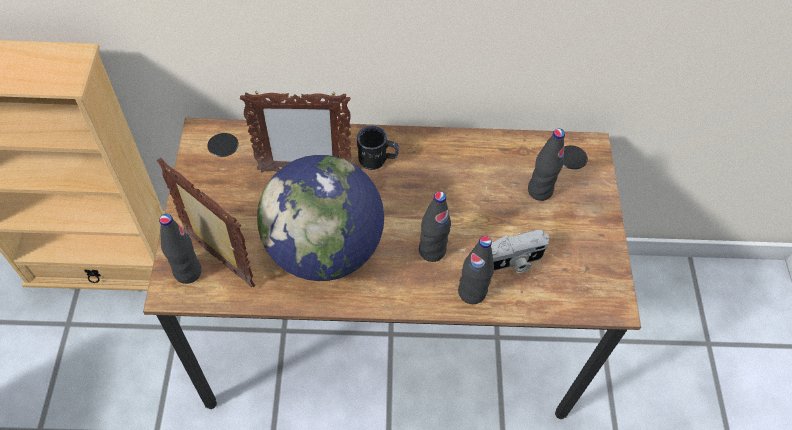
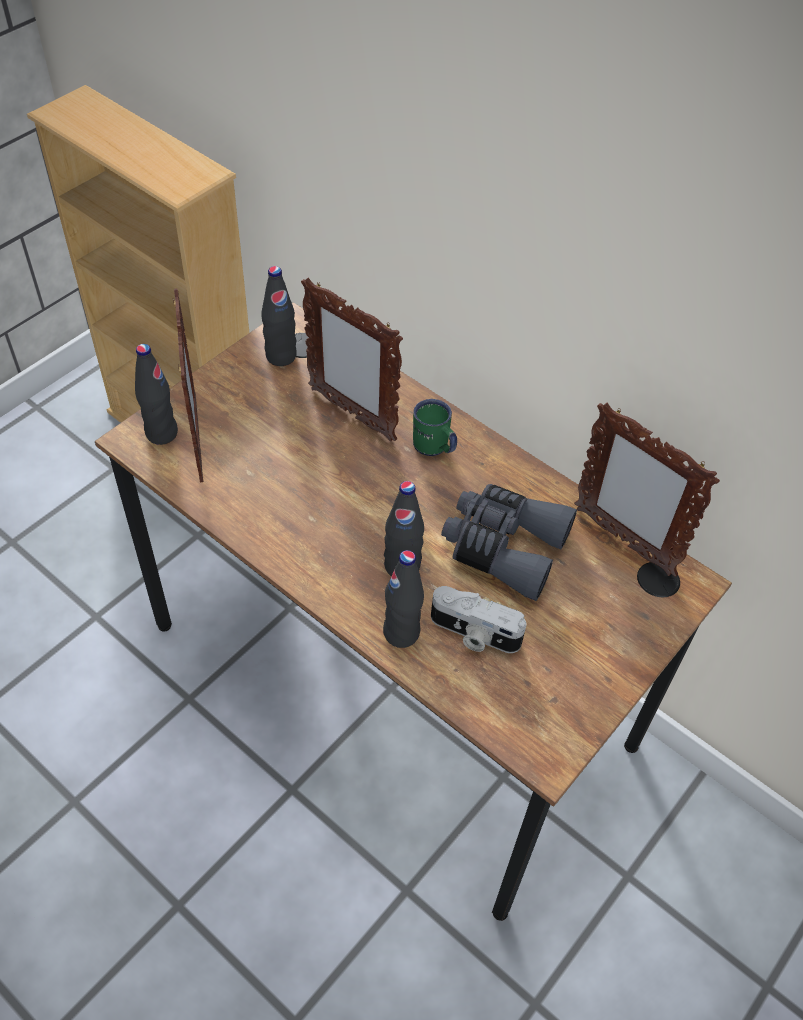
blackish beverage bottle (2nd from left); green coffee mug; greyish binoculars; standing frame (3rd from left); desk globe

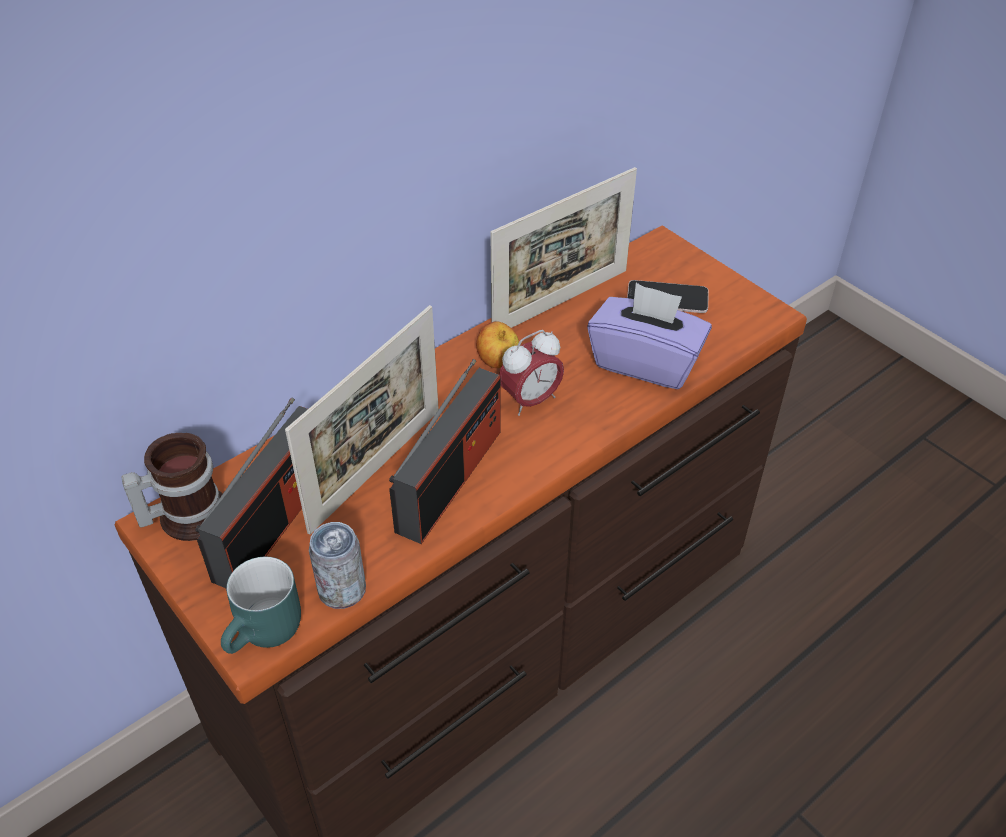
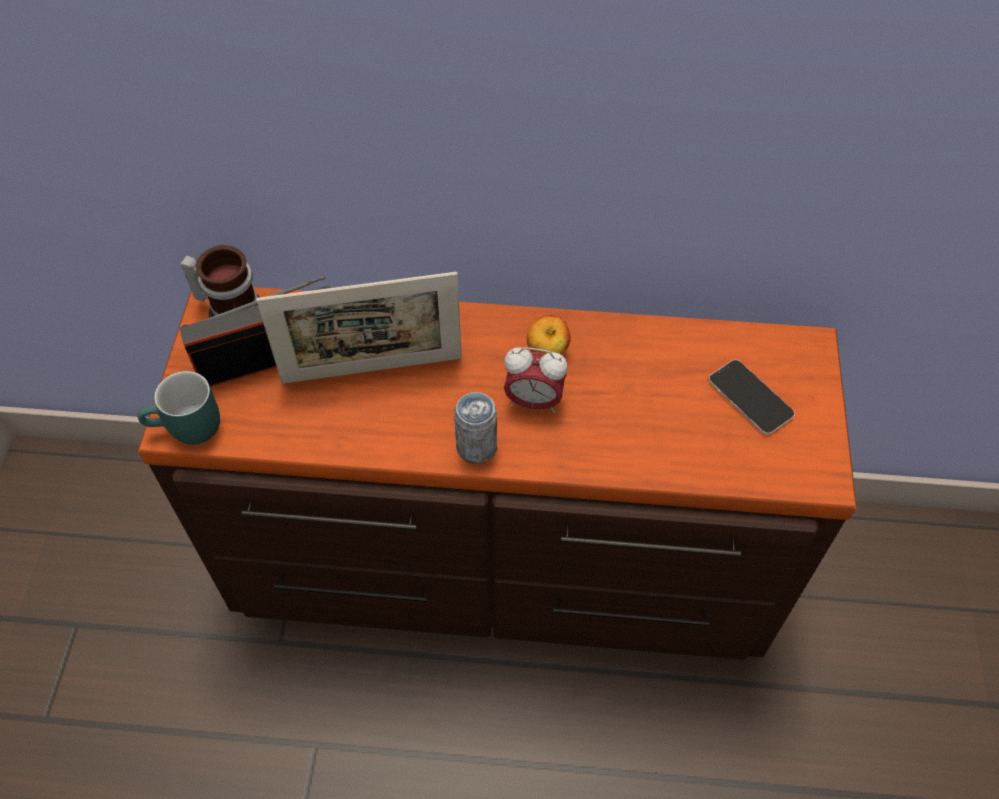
sealed can; radio receiver (2nd from left in the first image); standing frame (2nd from left in the first image); purple-coloured box of tissues

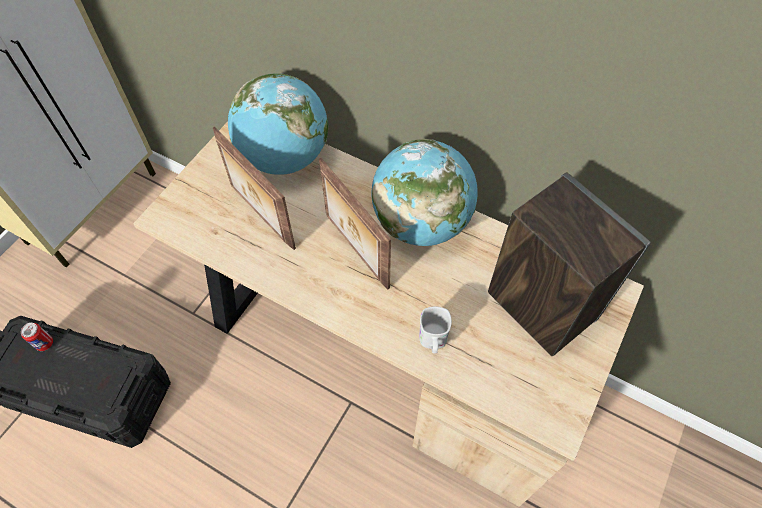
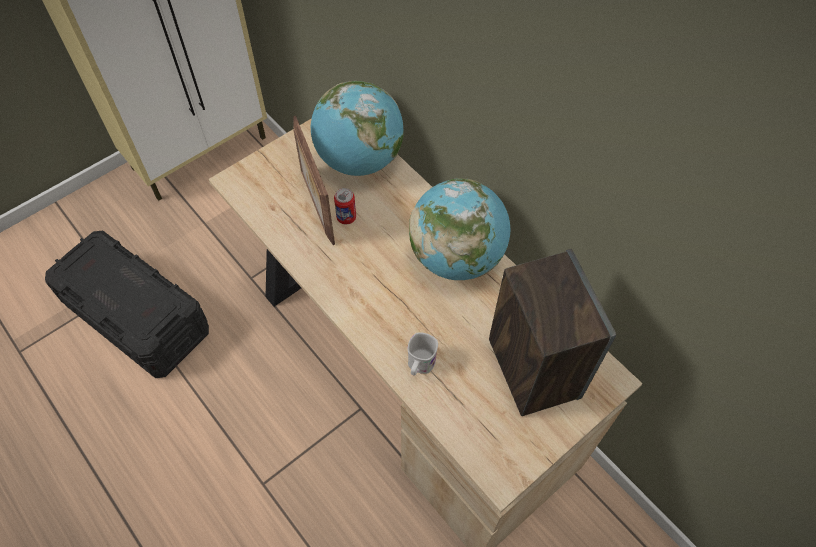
sealed can; standing frame (2nd from left in the first image)

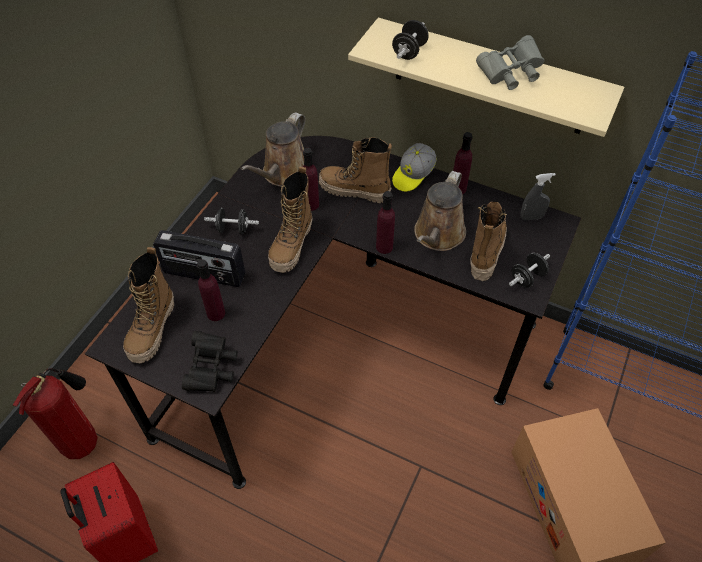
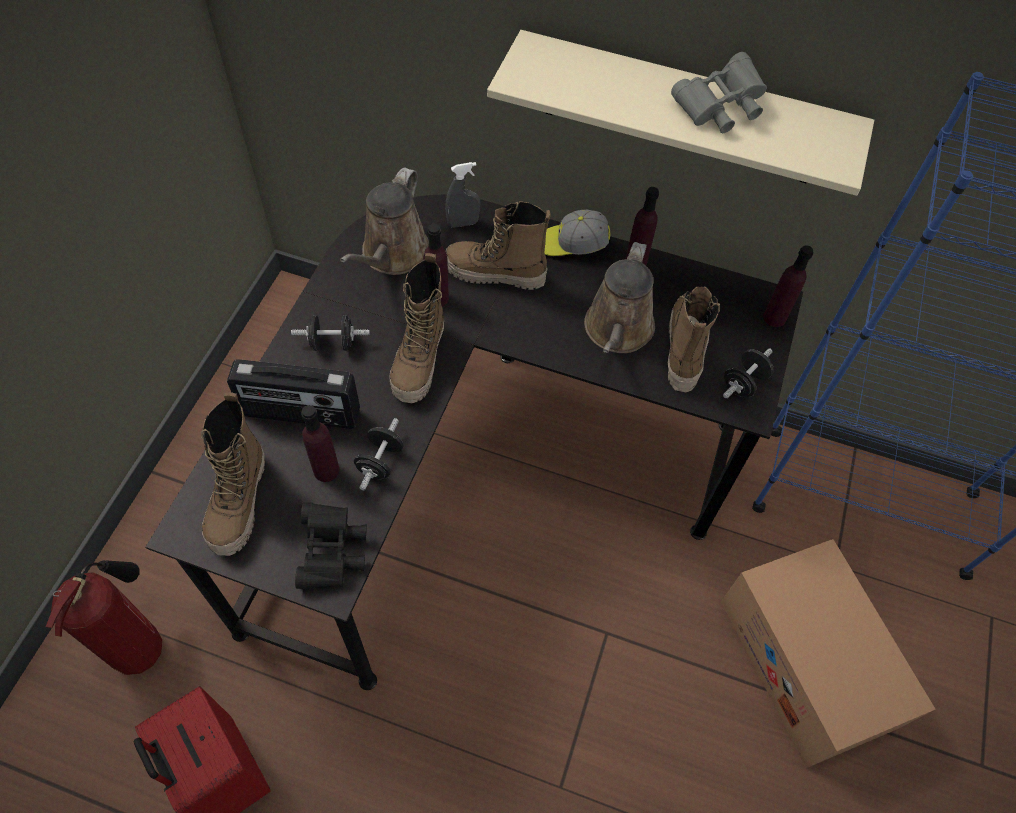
blackish hand weight (2nd from left); greyish spray bottle; baseball cap; purple-coloured beverage bottle (4th from left)

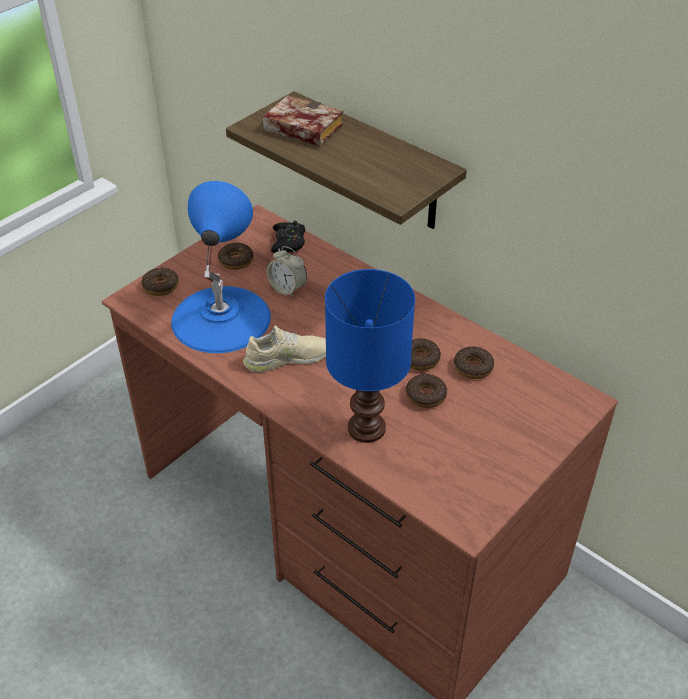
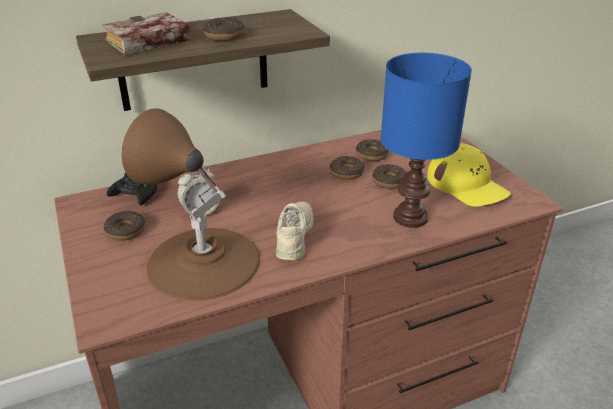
brownish lamp for a table; ring doughnut (2nd from left); yellowish baseball cap

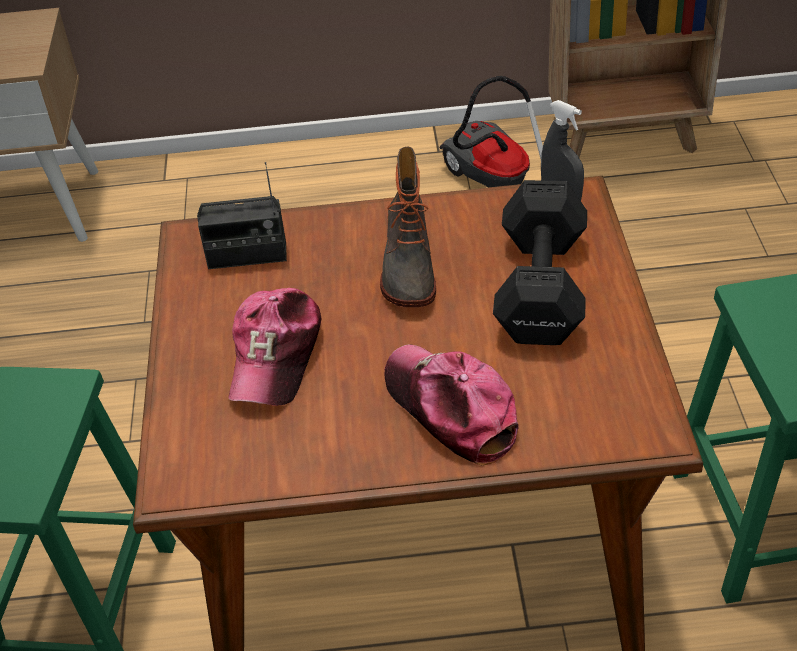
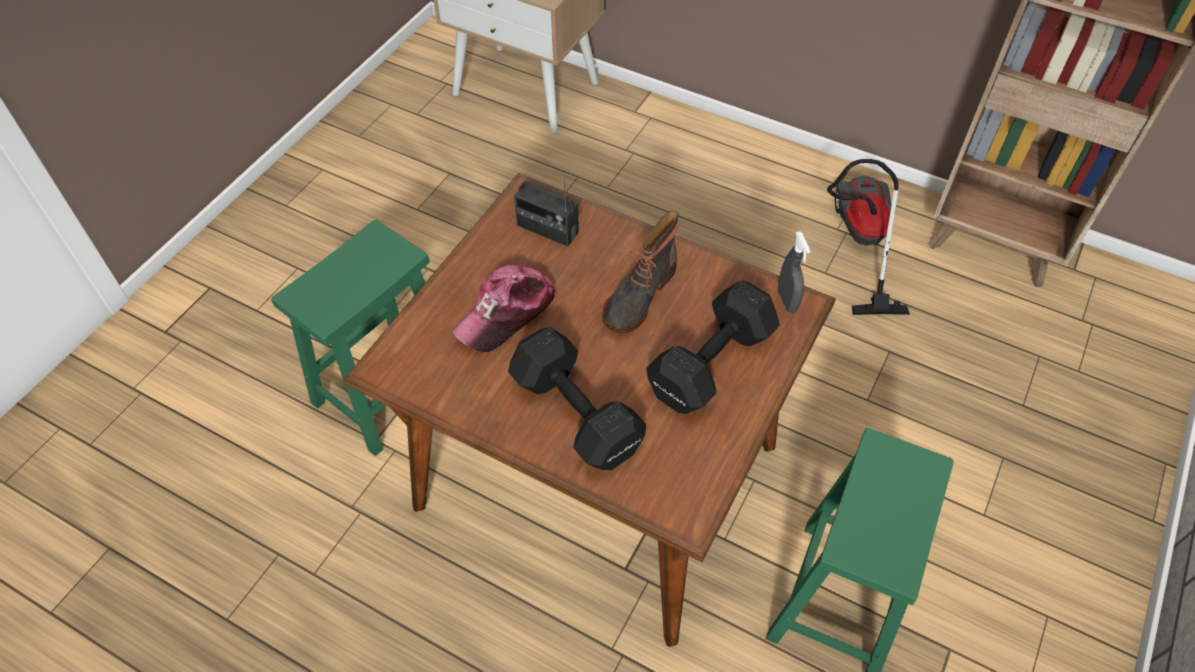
blackish hand weight (1st from left)

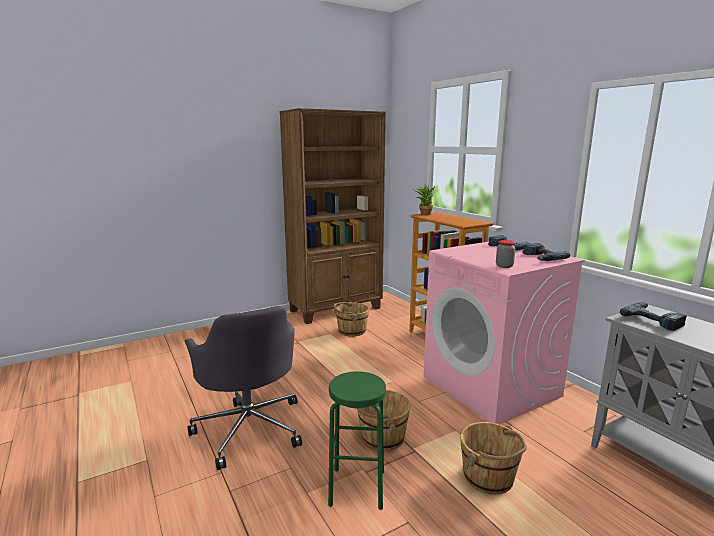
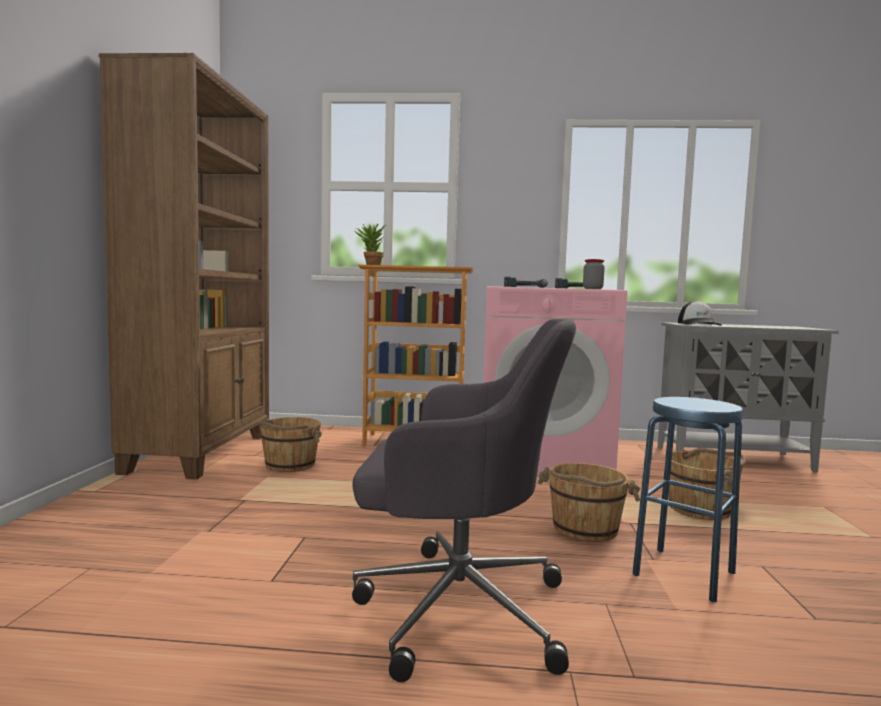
blue-coloured stool; baseball cap

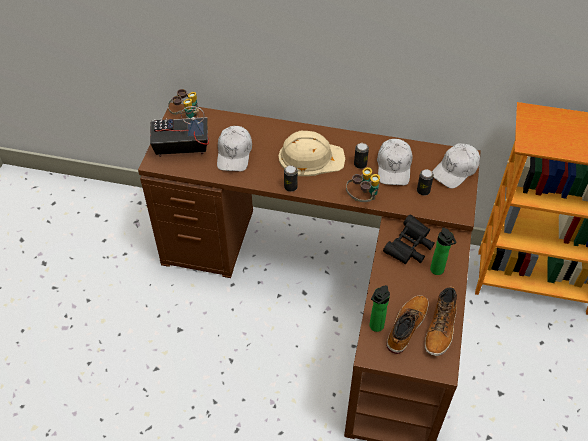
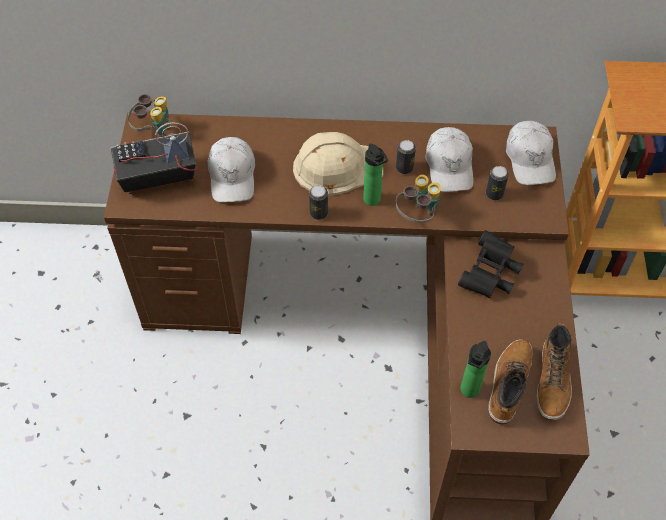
beverage bottle (1st from left); white baseball cap (3rd from left)

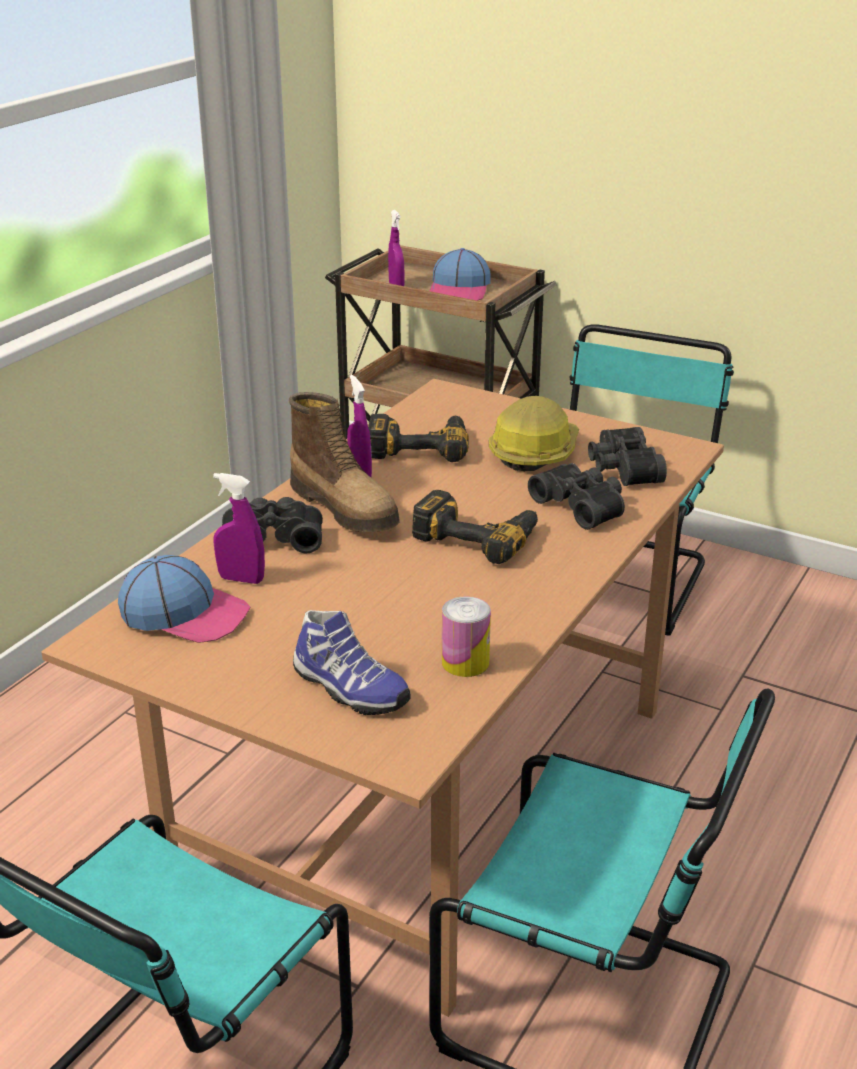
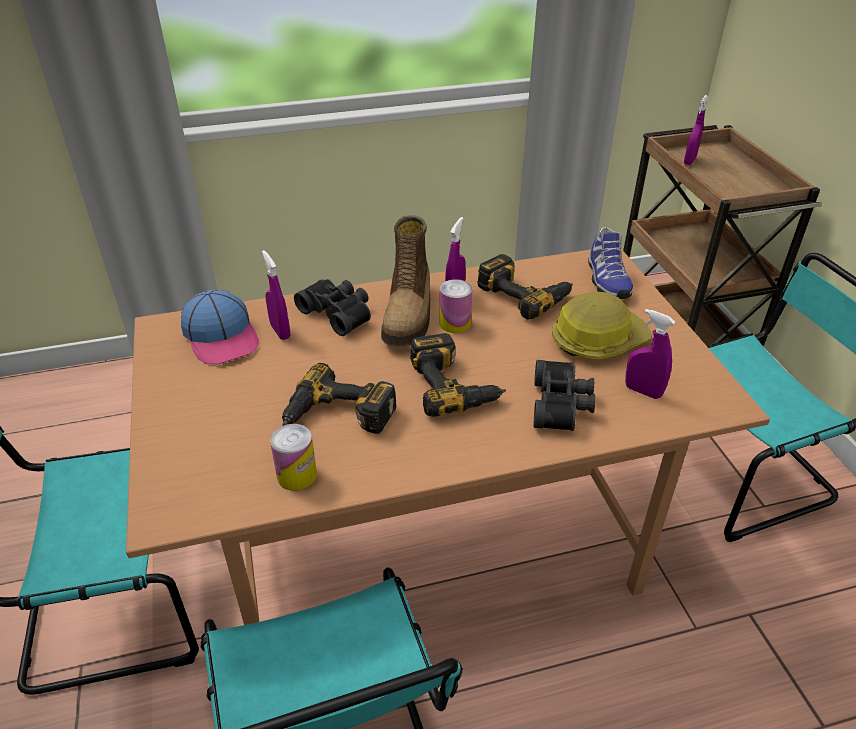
power drill (1st from left); sealed can (2nd from left); shoe; purple-coloured spray bottle (3rd from left); baseball cap (2nd from left in the first image)

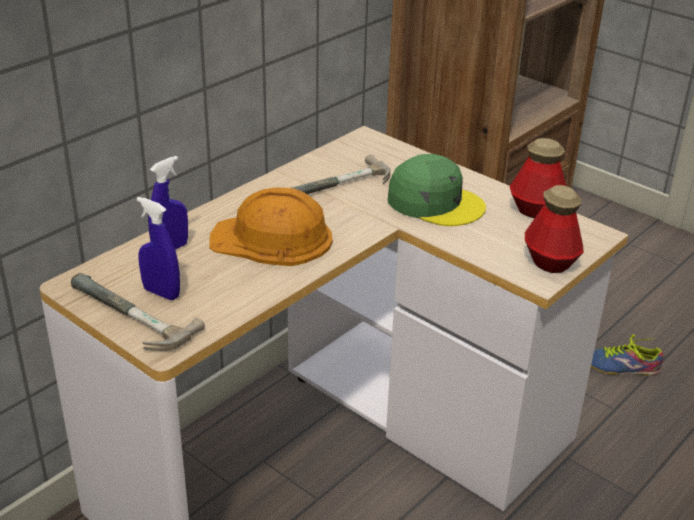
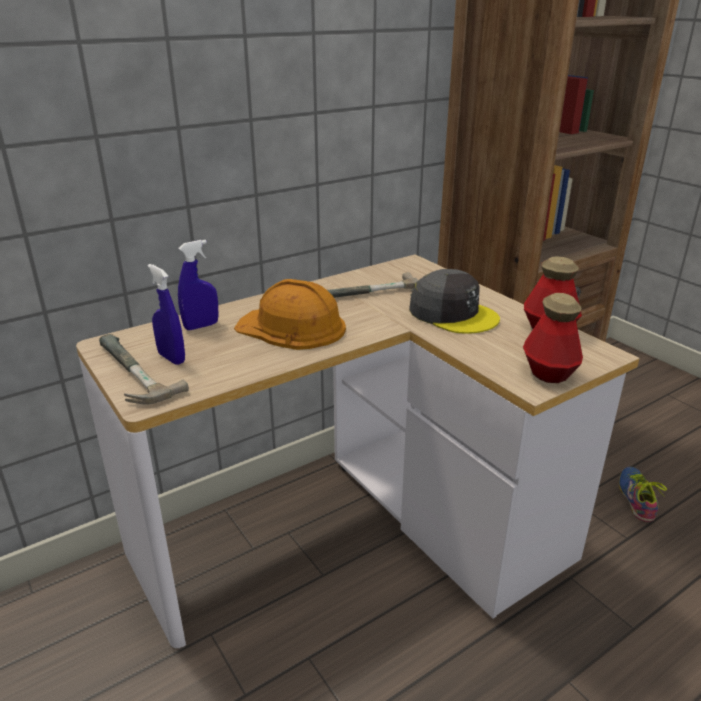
greyish baseball cap; shoe

